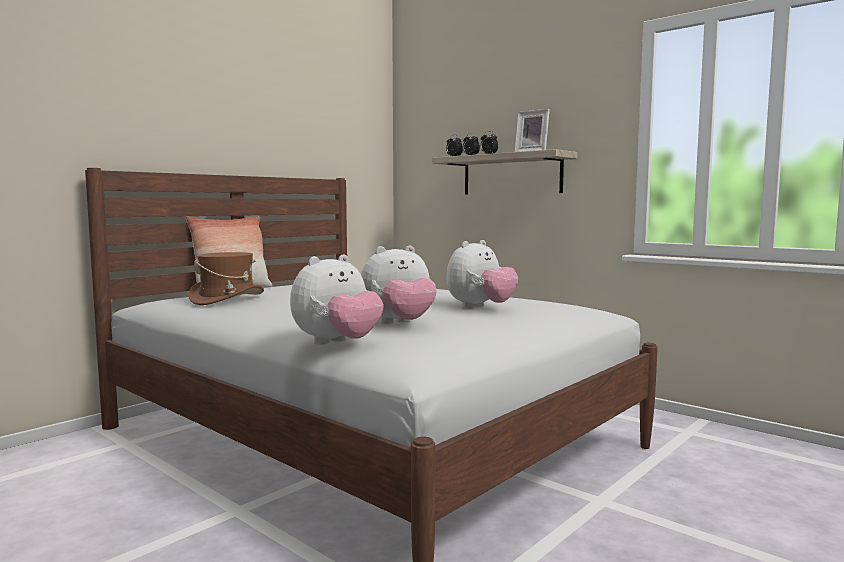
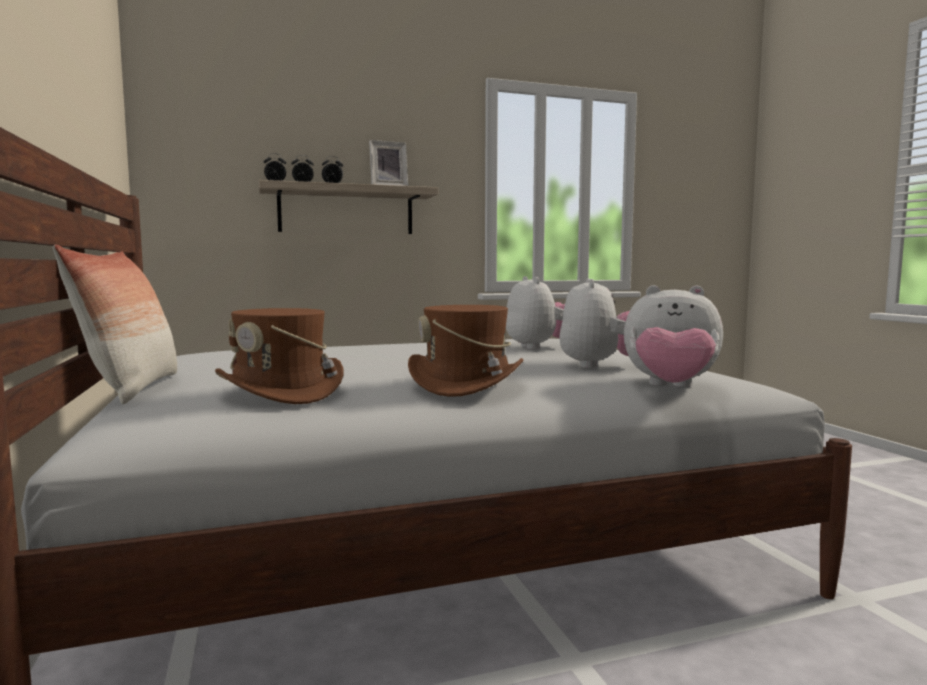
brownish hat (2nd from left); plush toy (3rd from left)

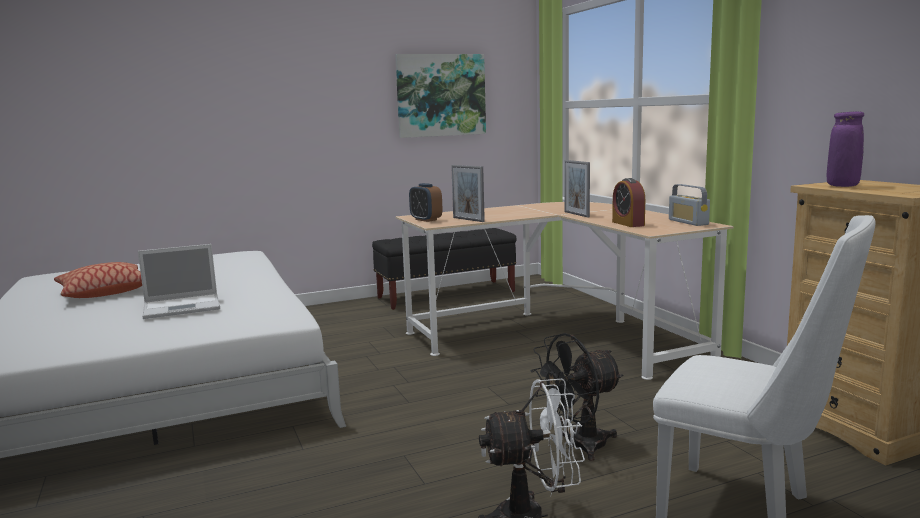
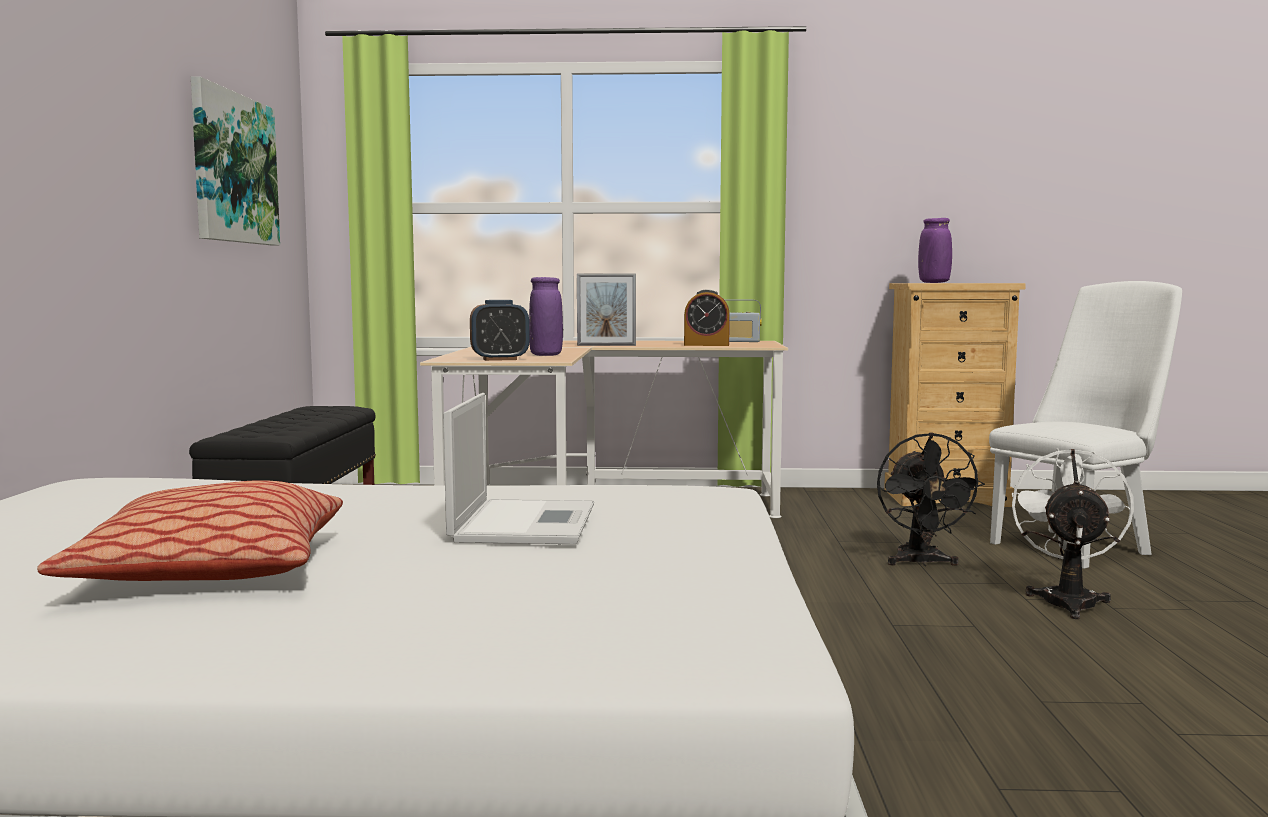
purple-coloured flower vase (1st from left)

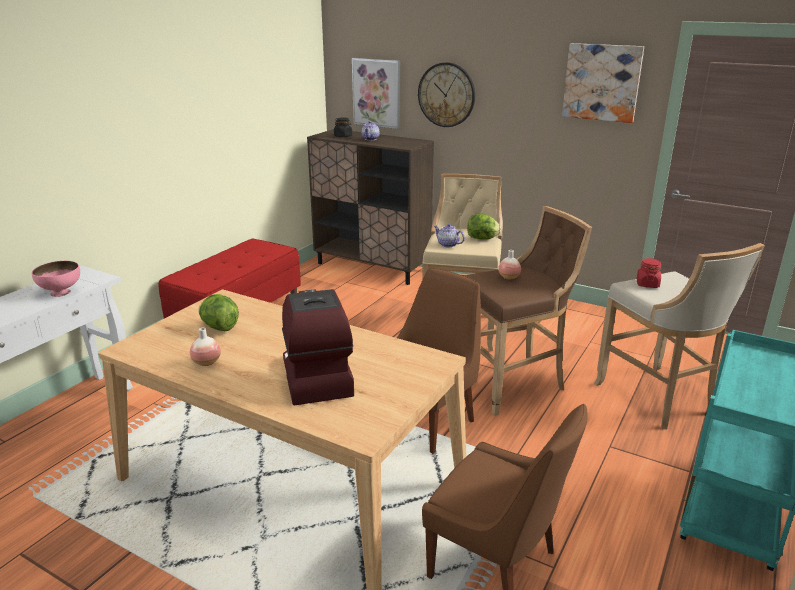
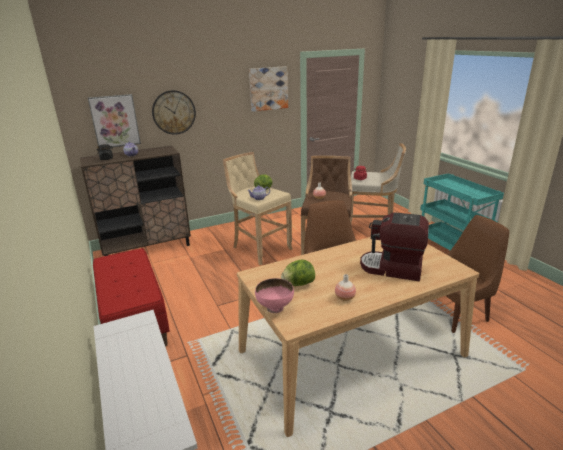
pinkish serving bowl

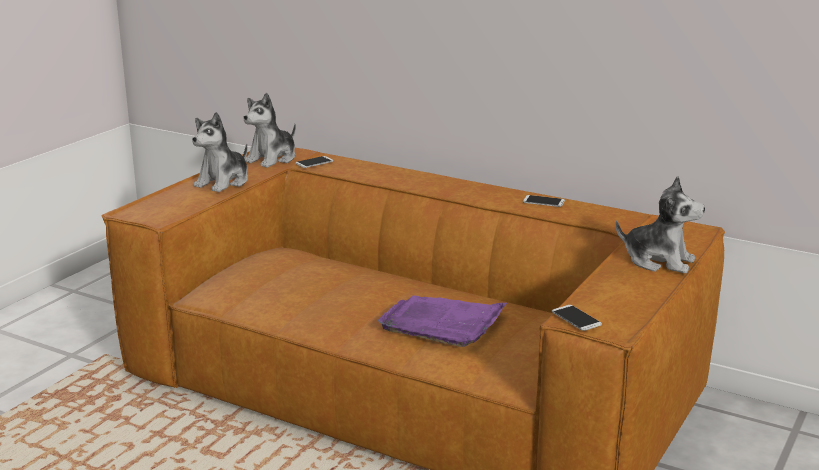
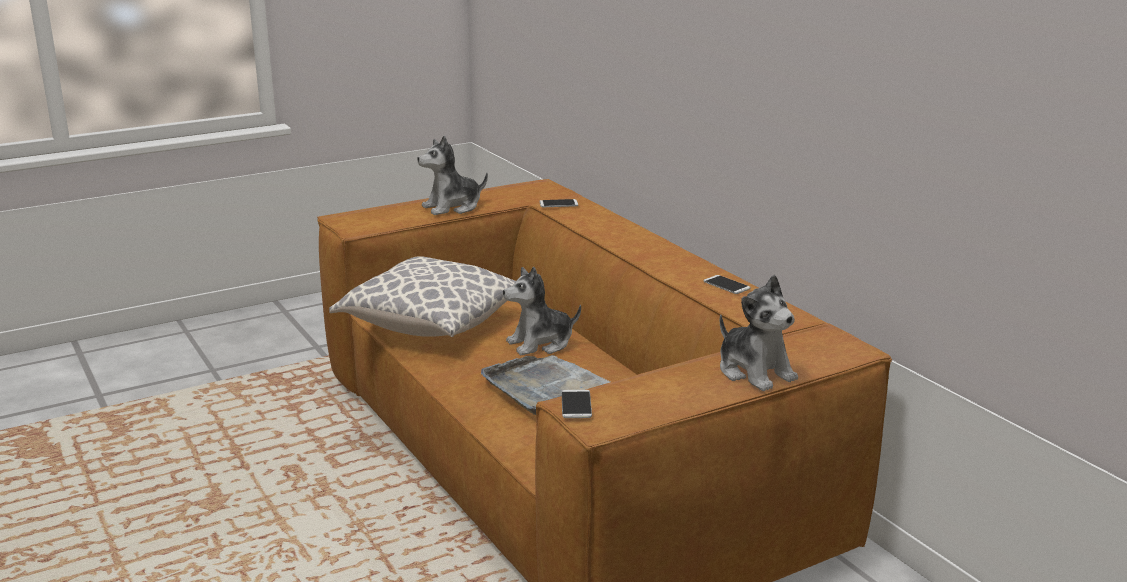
throw pillow; greyish carrying tray; plush toy (2nd from left)

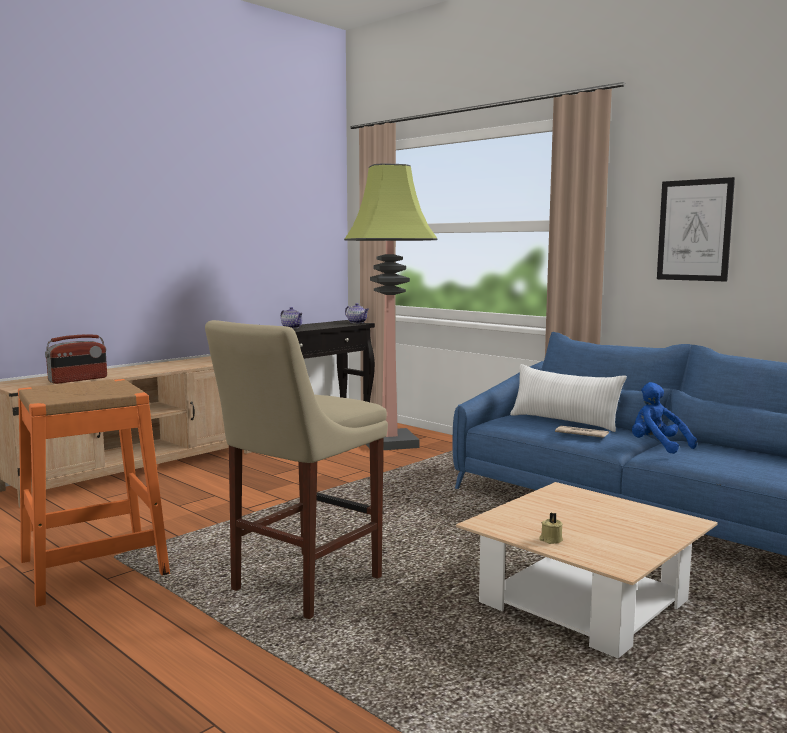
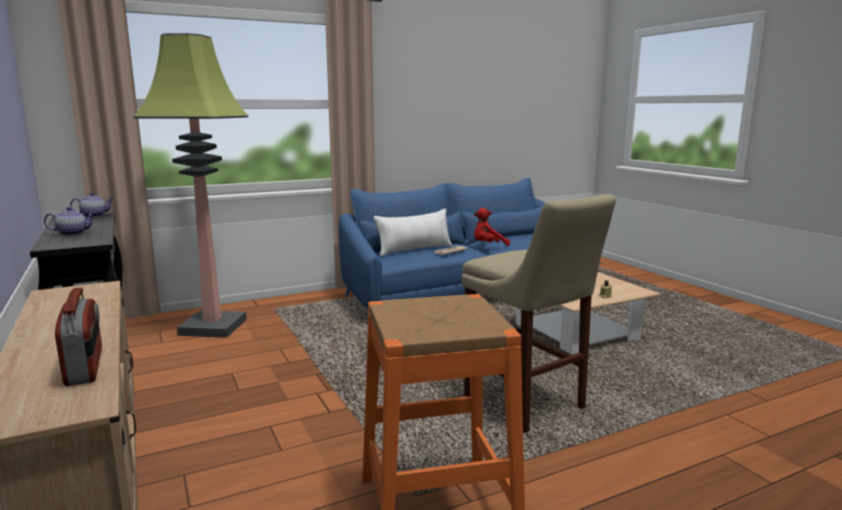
reddish plush toy; picture

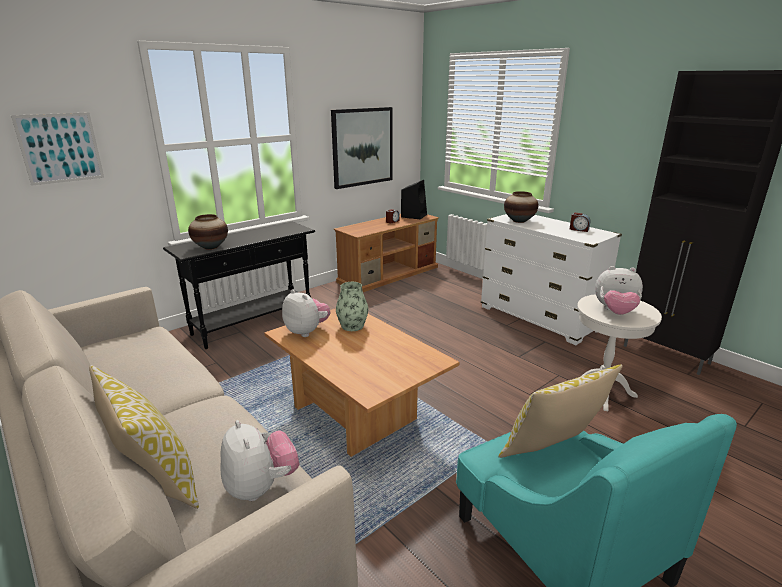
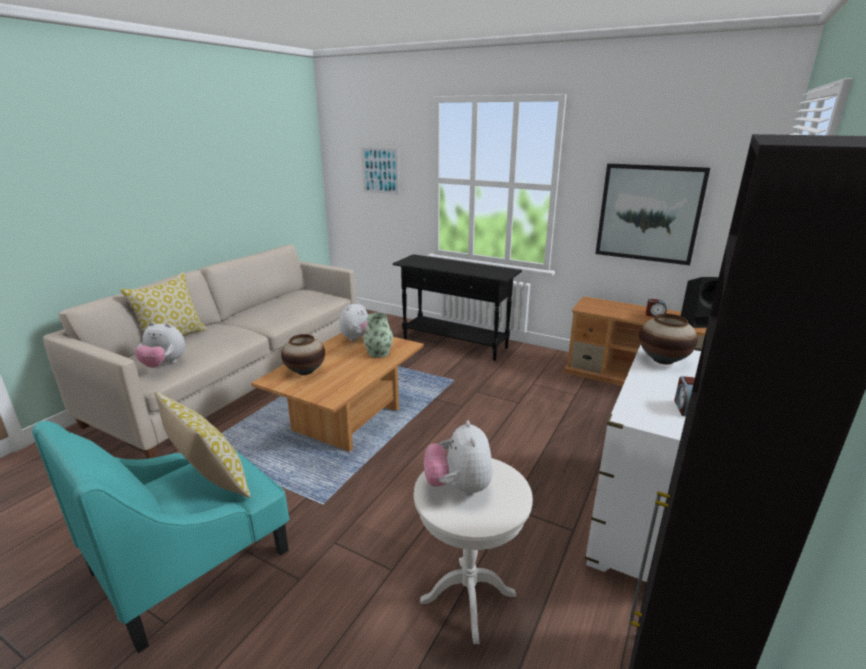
plush toy (1st from left); flower vase (1st from left)

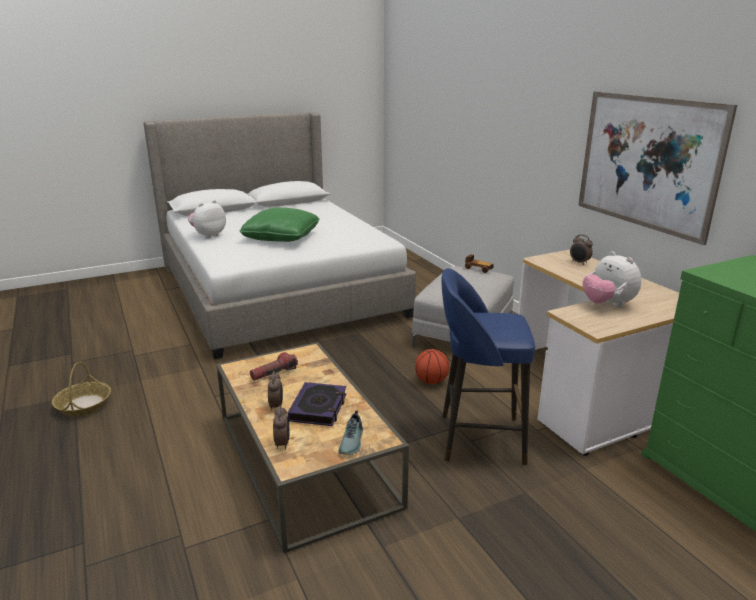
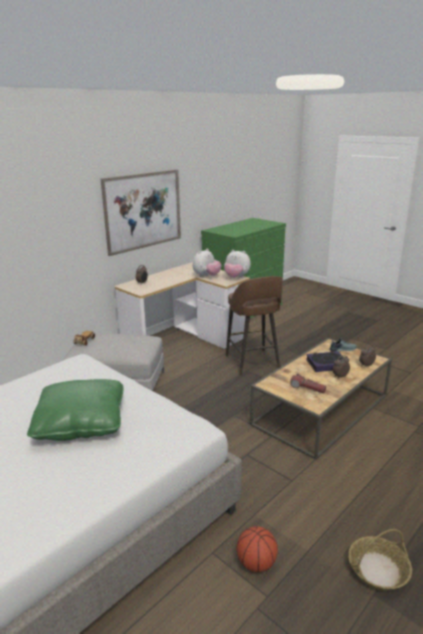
plush toy (2nd from left); brownish stool; ball for basketball

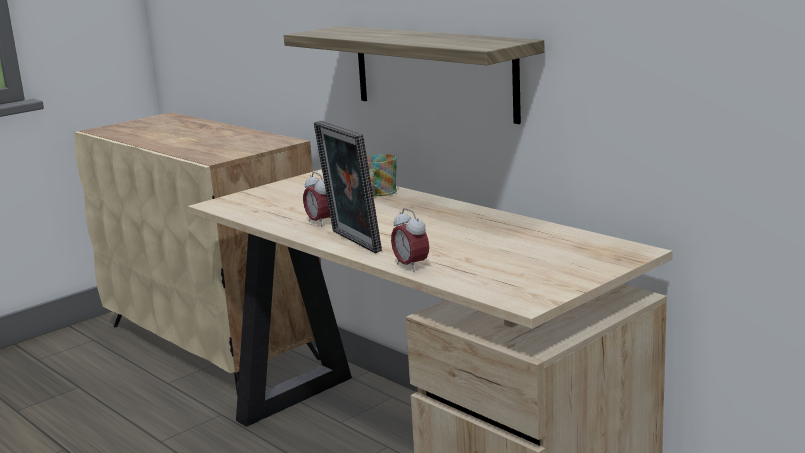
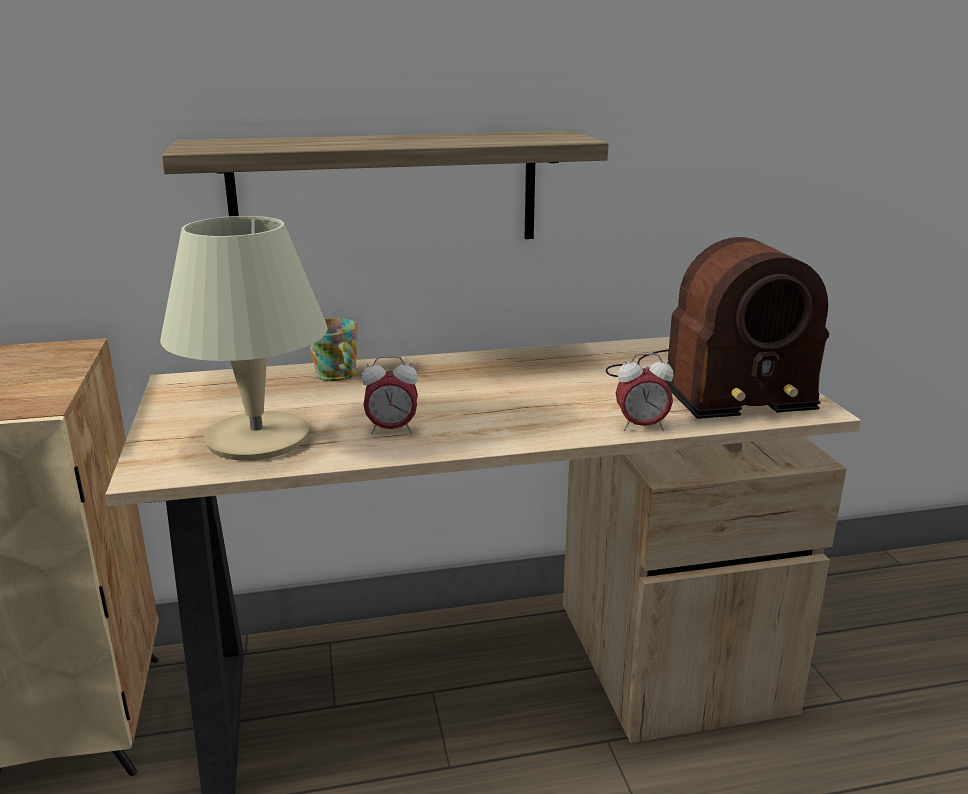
beige lamp for a table; radio receiver; standing frame

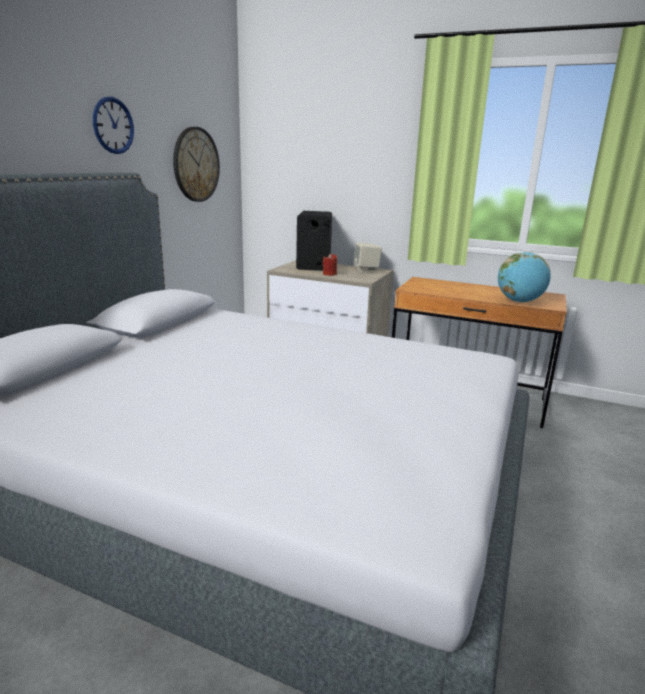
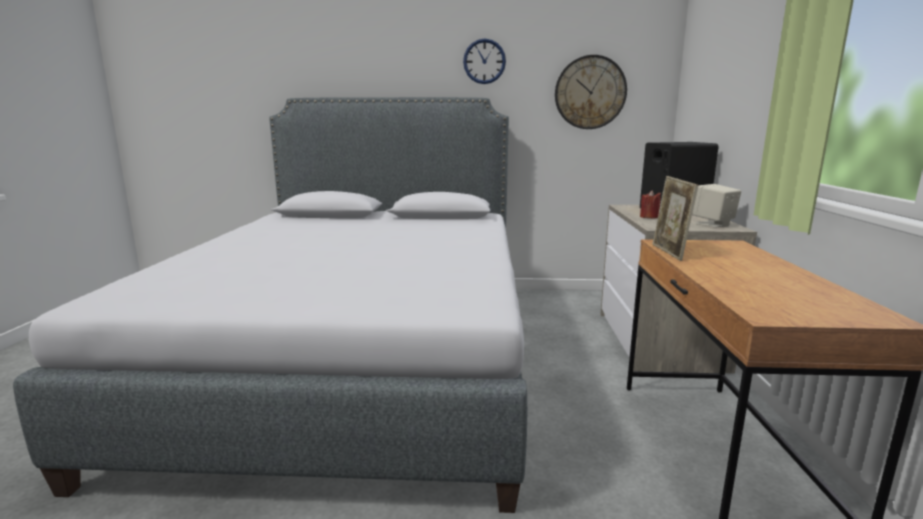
standing frame; desk globe

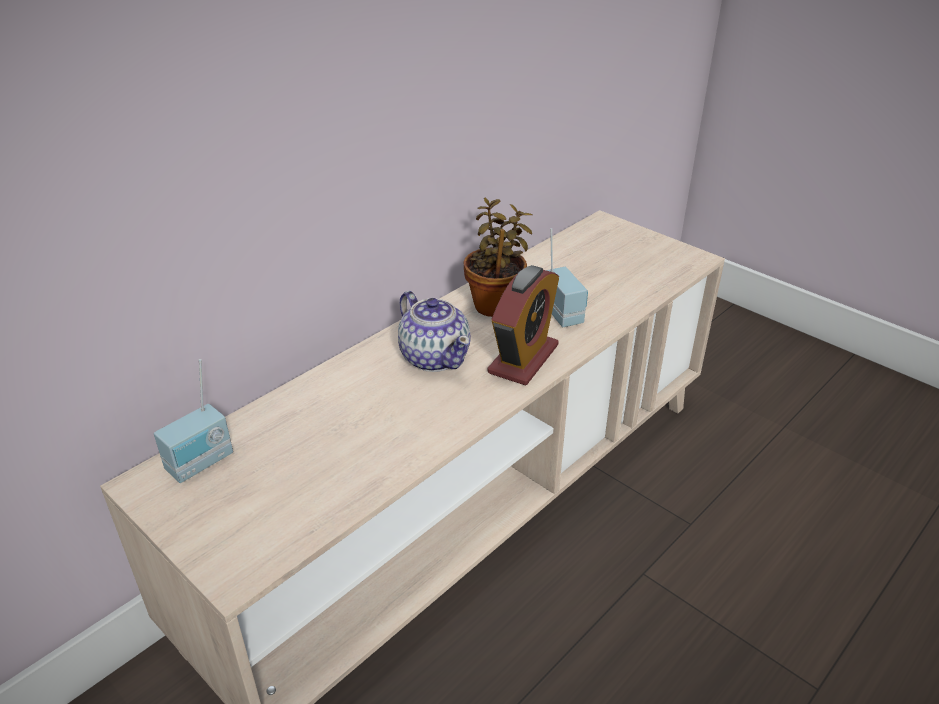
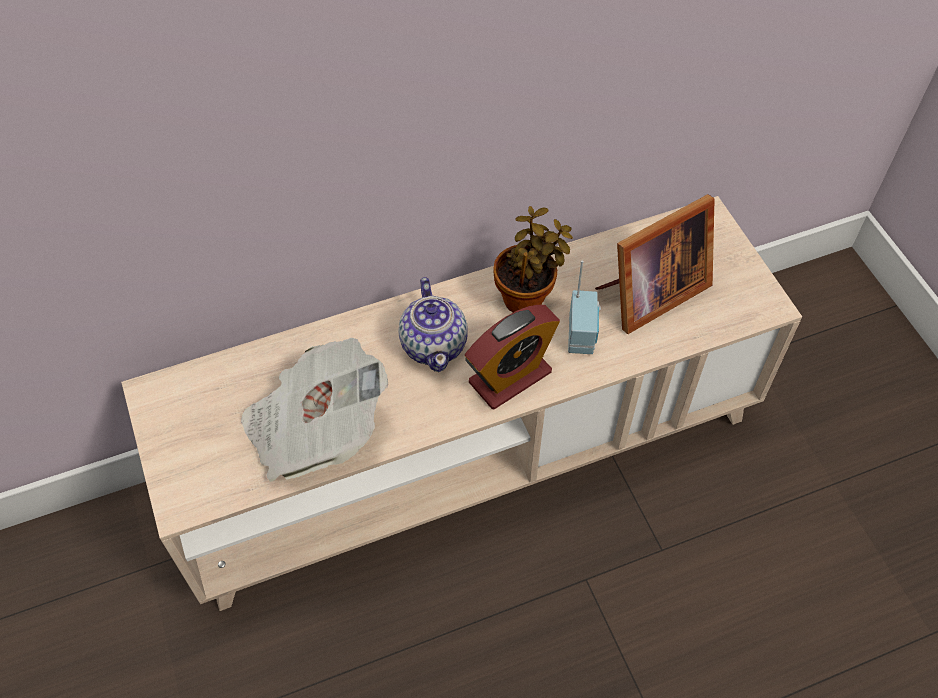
daily paper; standing frame; radio receiver (1st from left in the first image)

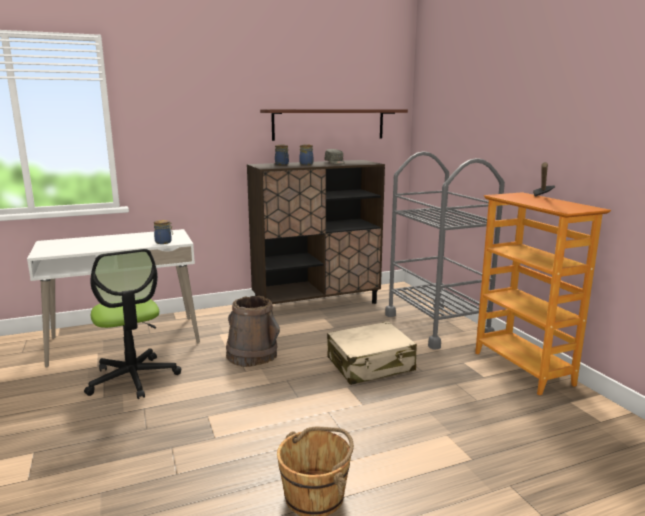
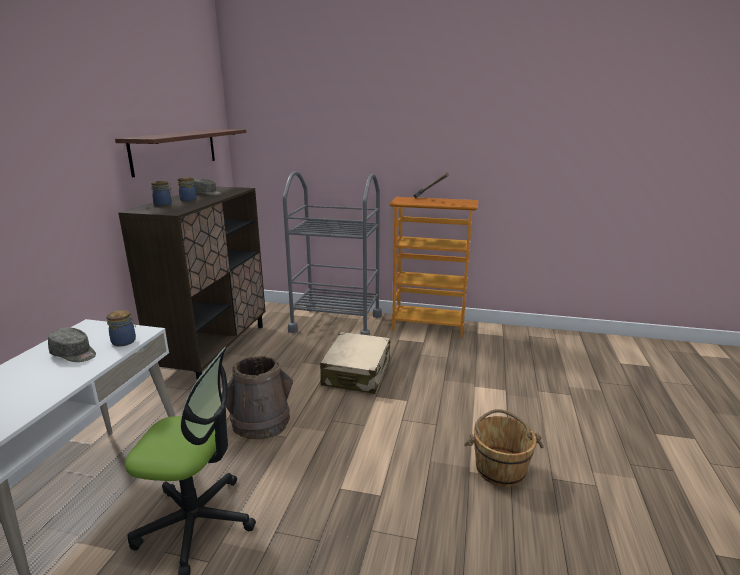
greyish baseball cap (1st from left)

